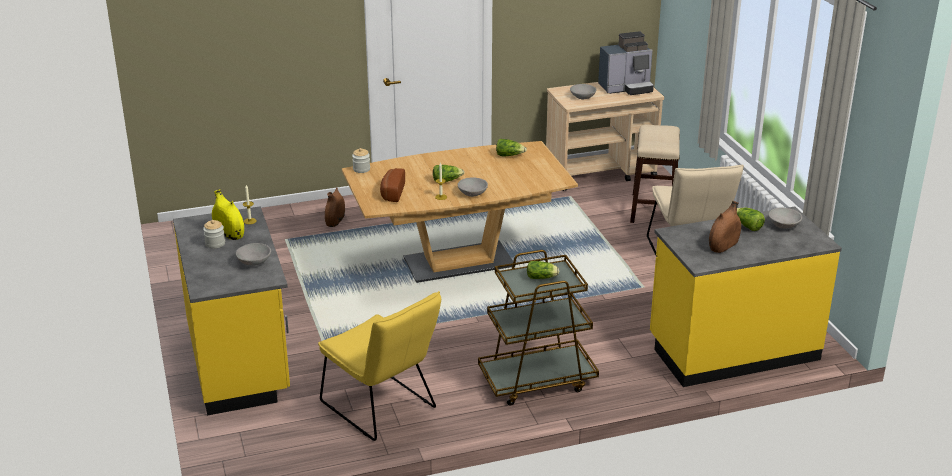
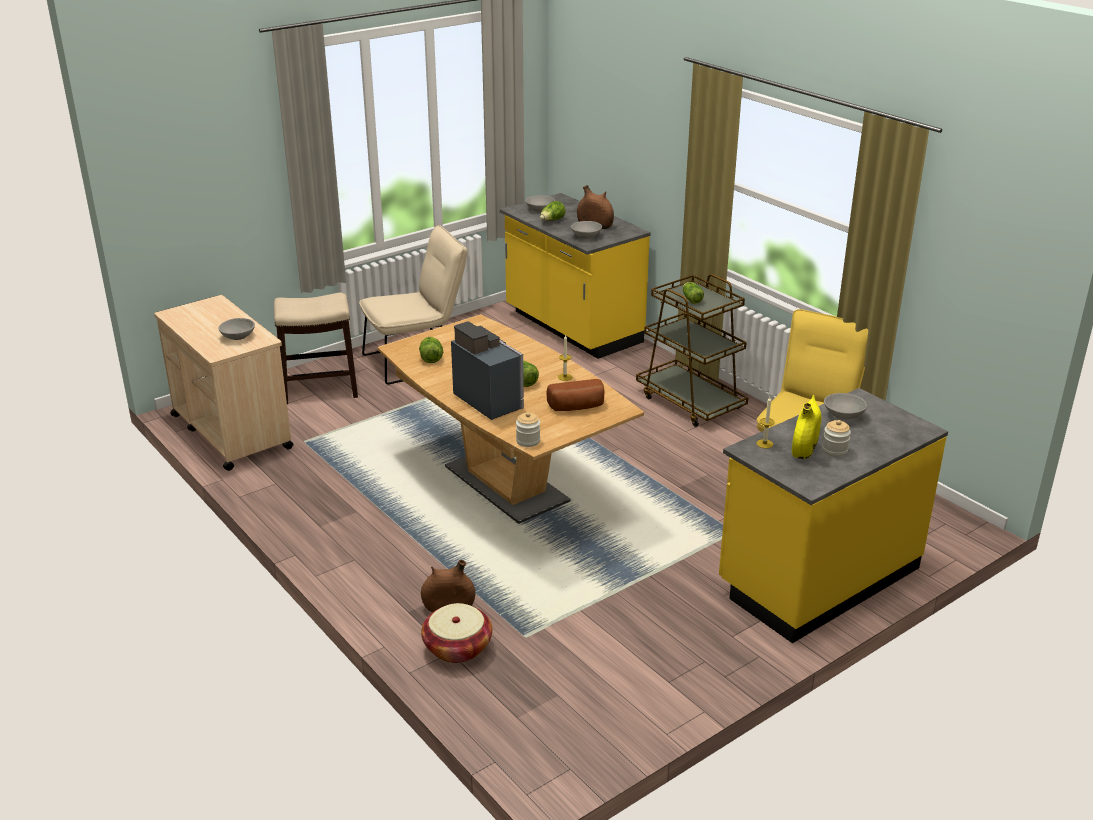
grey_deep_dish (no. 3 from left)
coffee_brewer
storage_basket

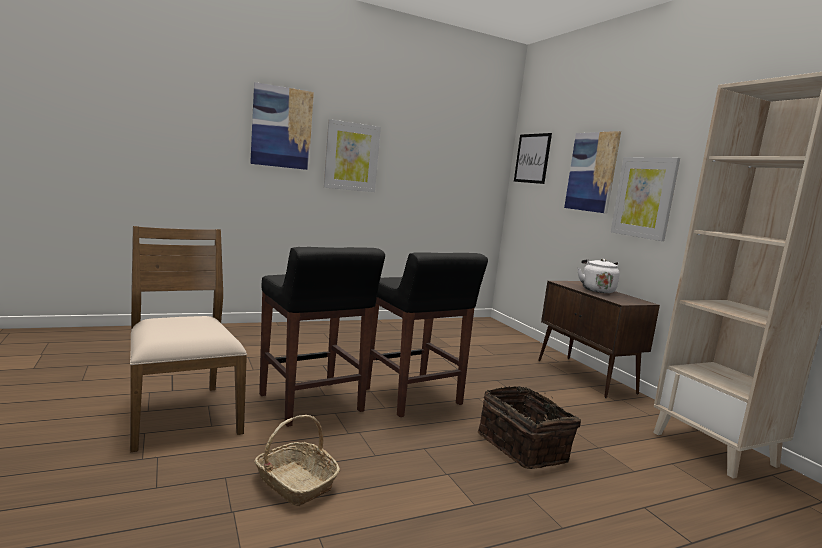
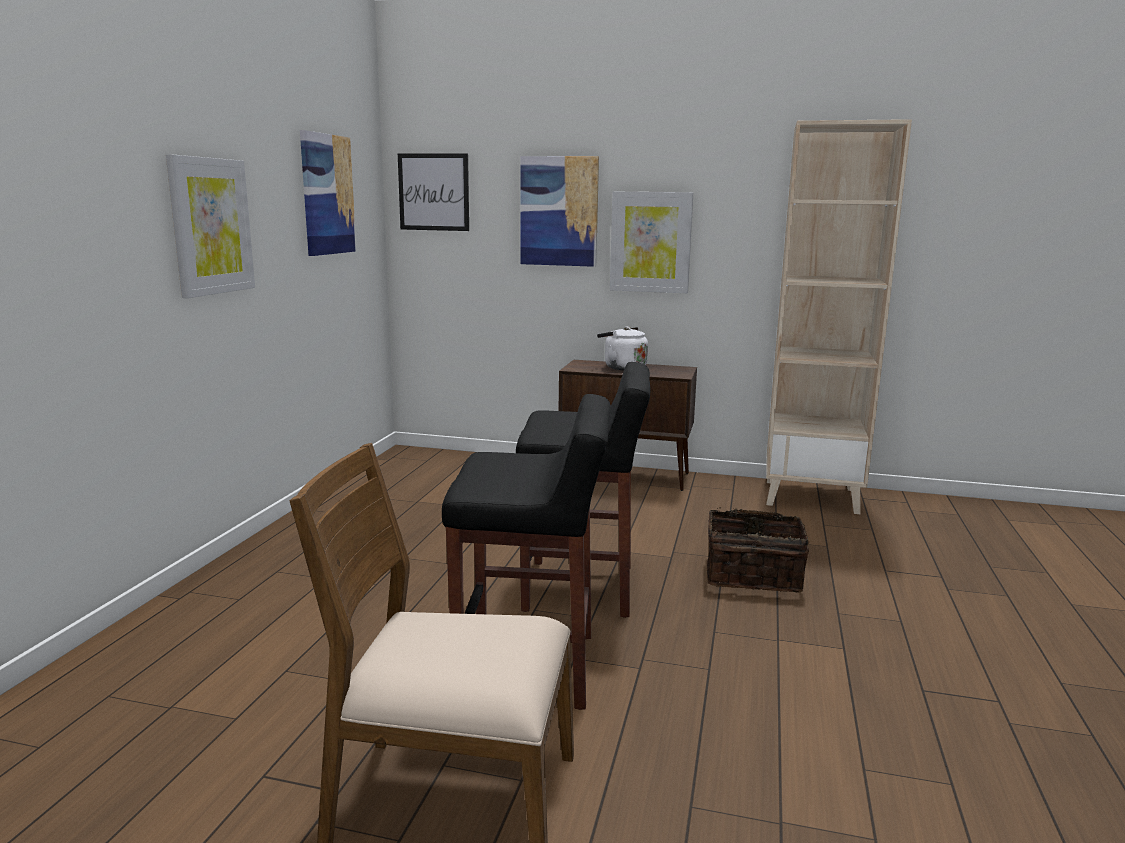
wall_picture (no. 2 from left)
storage_basket (no. 1 from left in the first image)

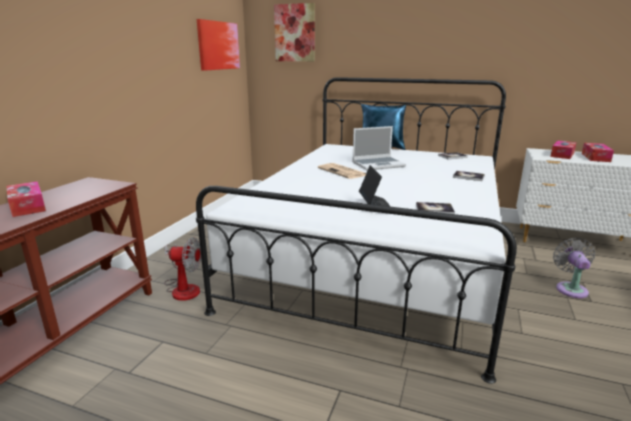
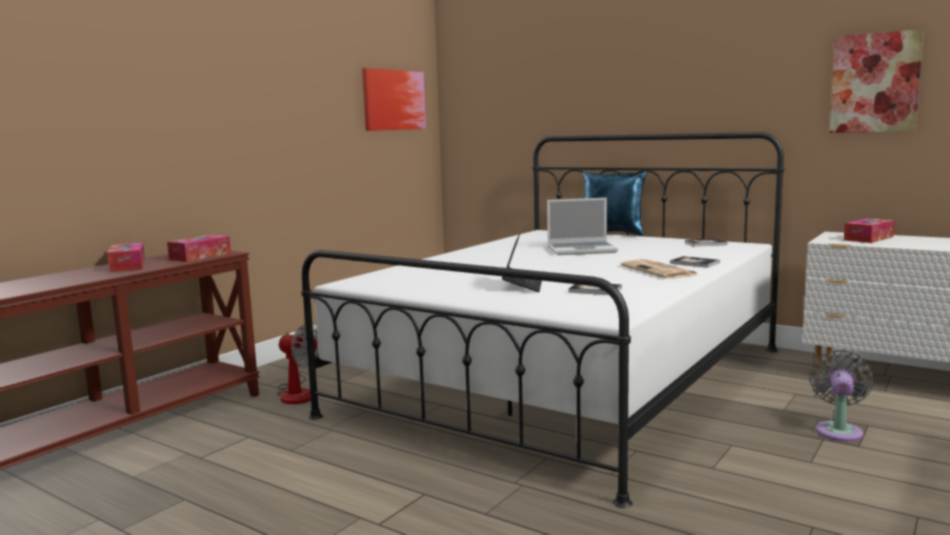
wall_picture (no. 2 from left)
printed_paper
tissue_holder (no. 2 from left)

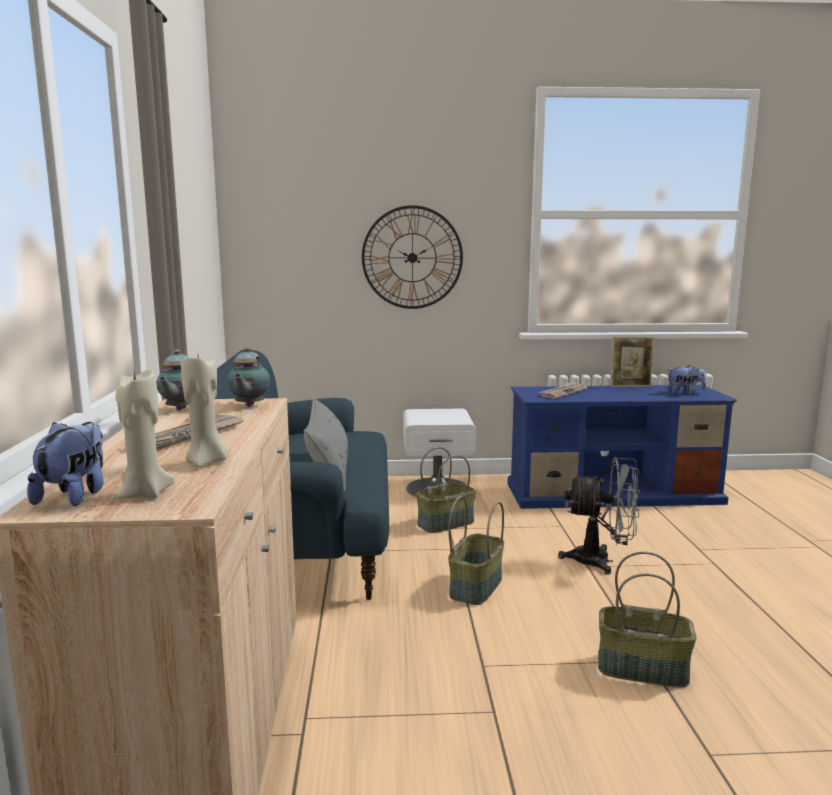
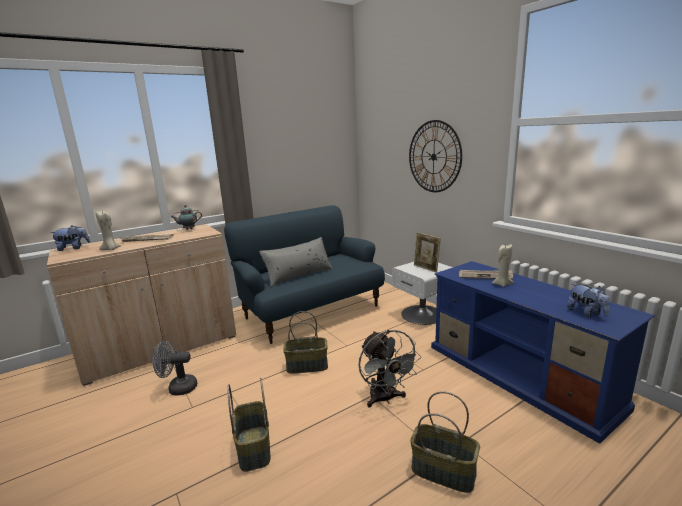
beige_wax_candle (no. 2 from left)
pot_for_tea (no. 2 from left in the first image)
storage_basket (no. 3 from left)
standing_frame
grey_fan (no. 1 from left)

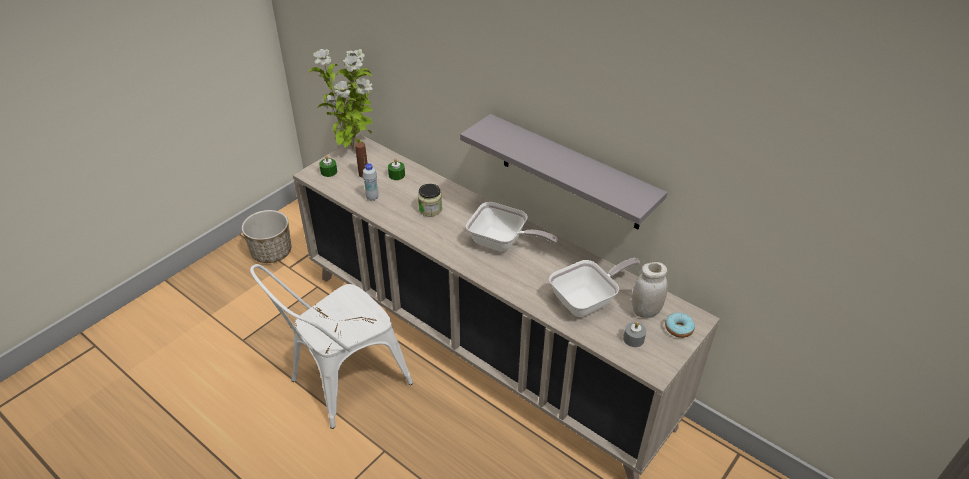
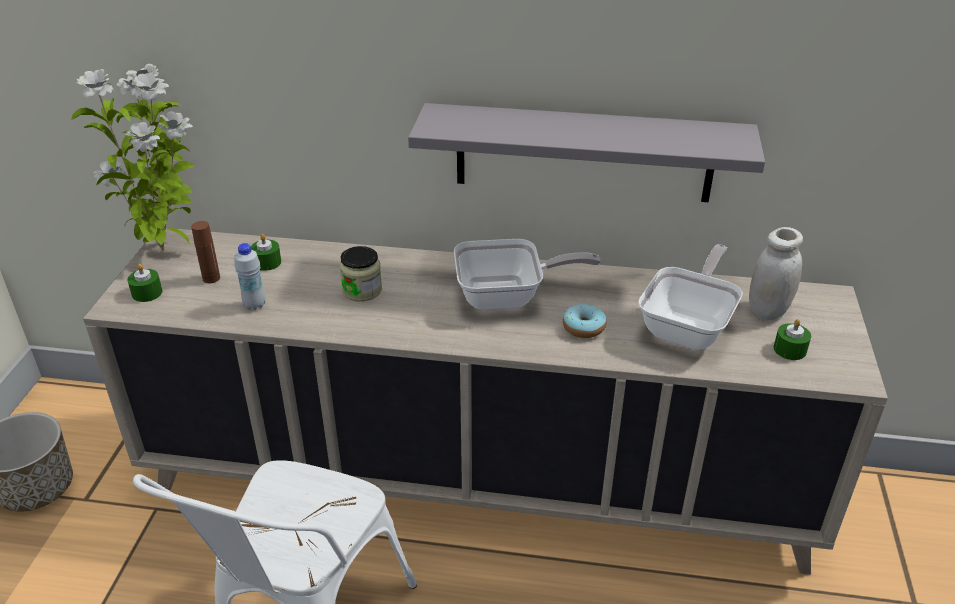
green-coloured_wax_candle (no. 3 from left)
donut

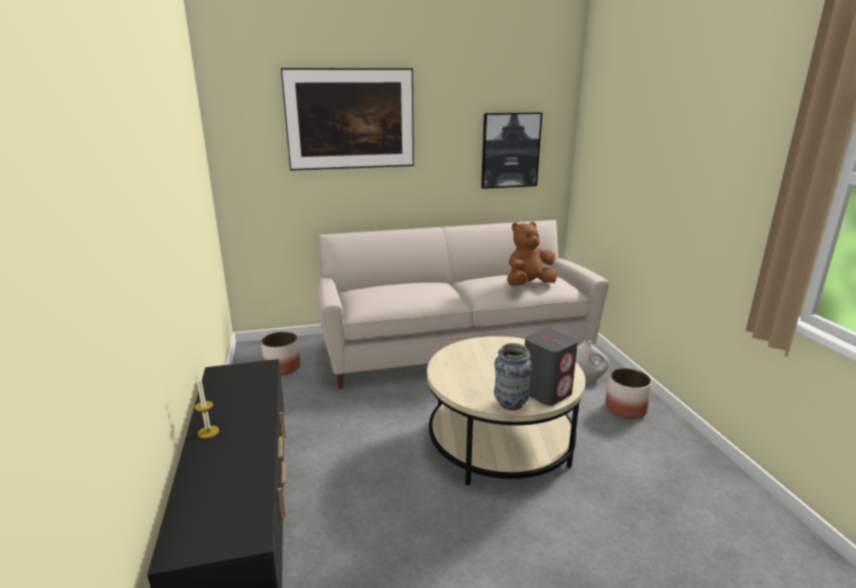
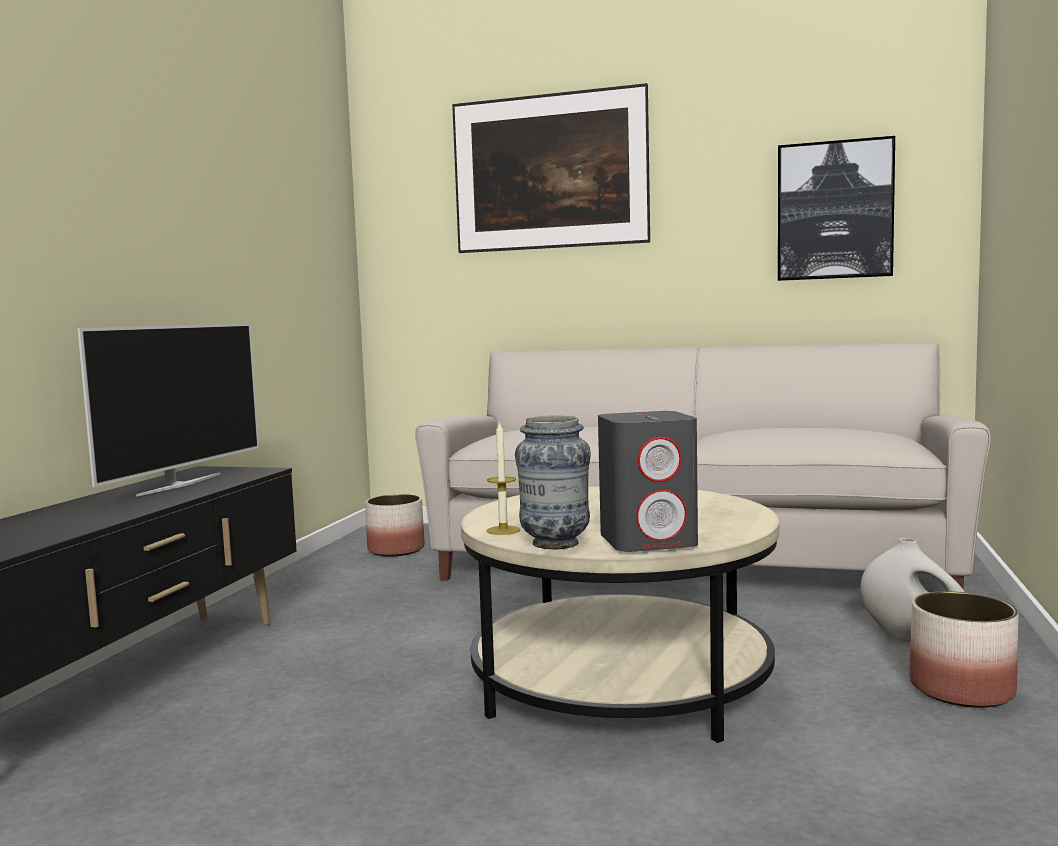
wax_candle
brownish_plush_toy
television

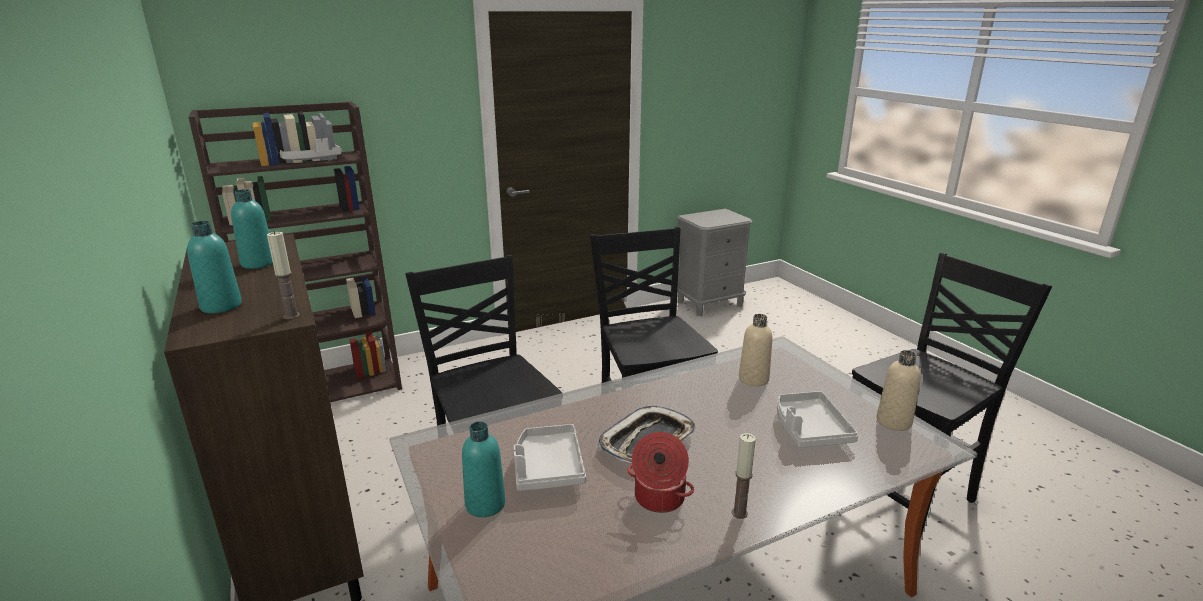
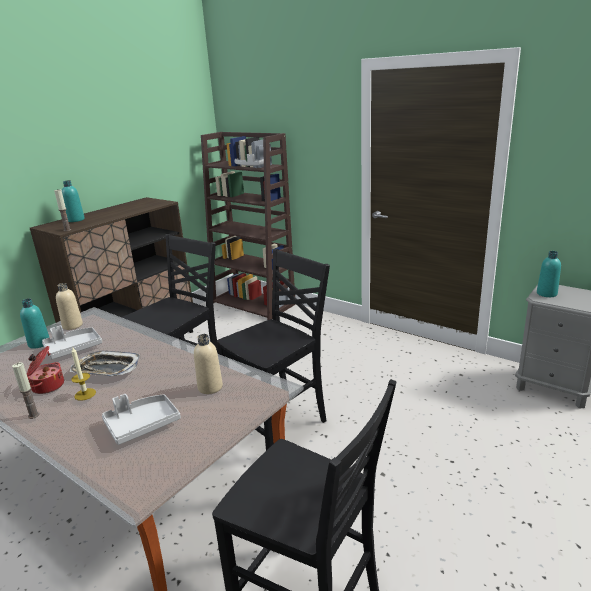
blue-green_drink_bottle (no. 3 from left)
beige_drink_bottle (no. 1 from left)
wax_candle (no. 3 from left)

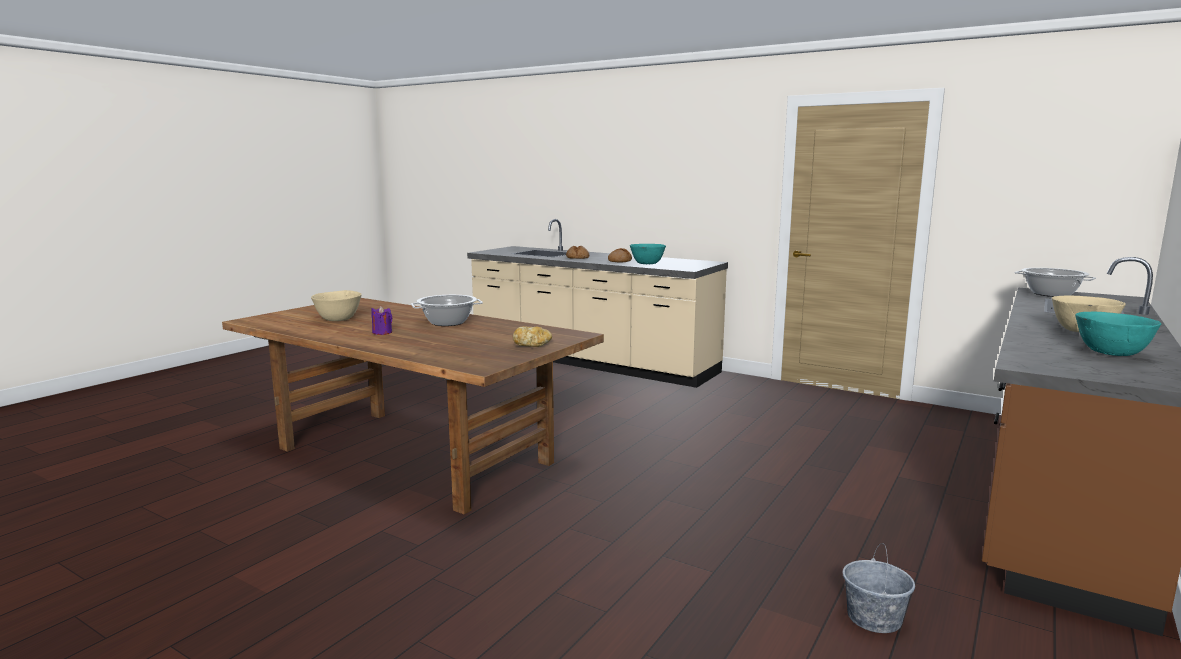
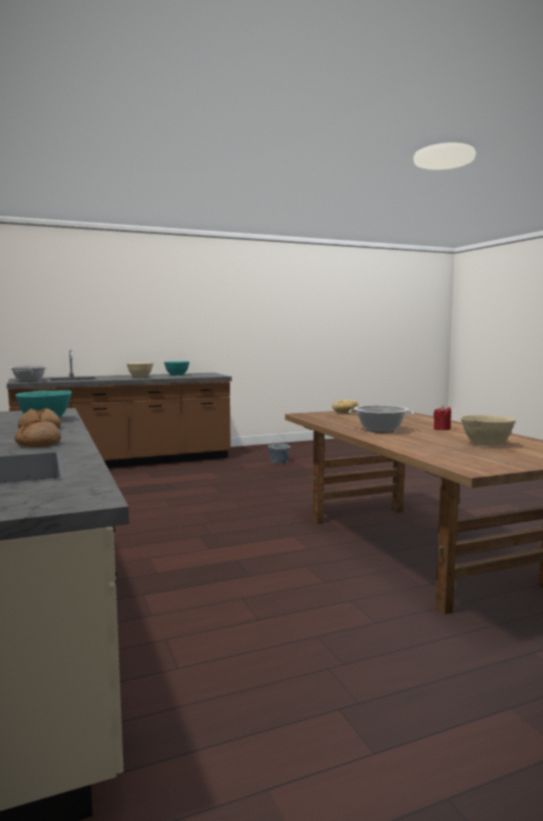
red-coloured_wax_candle

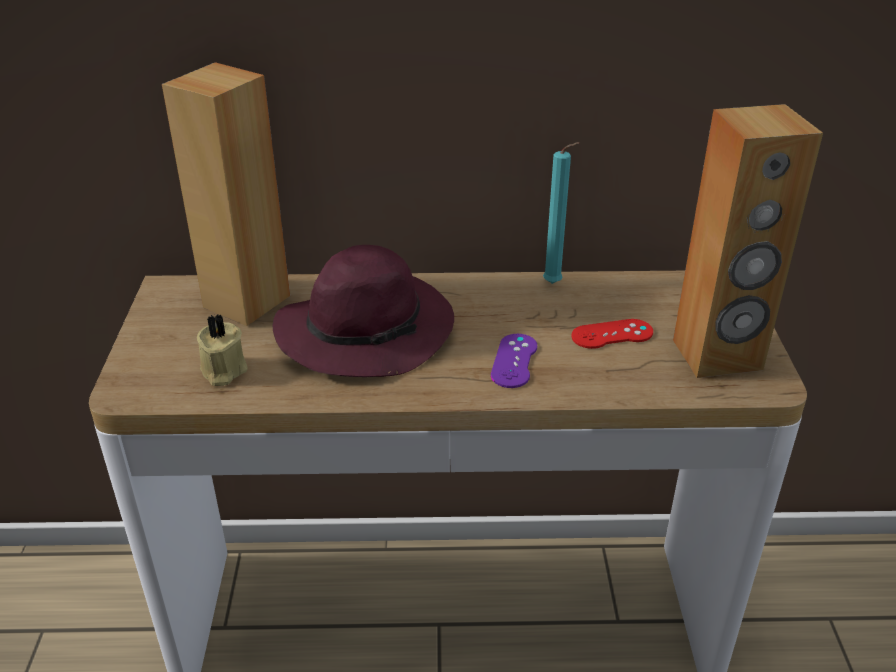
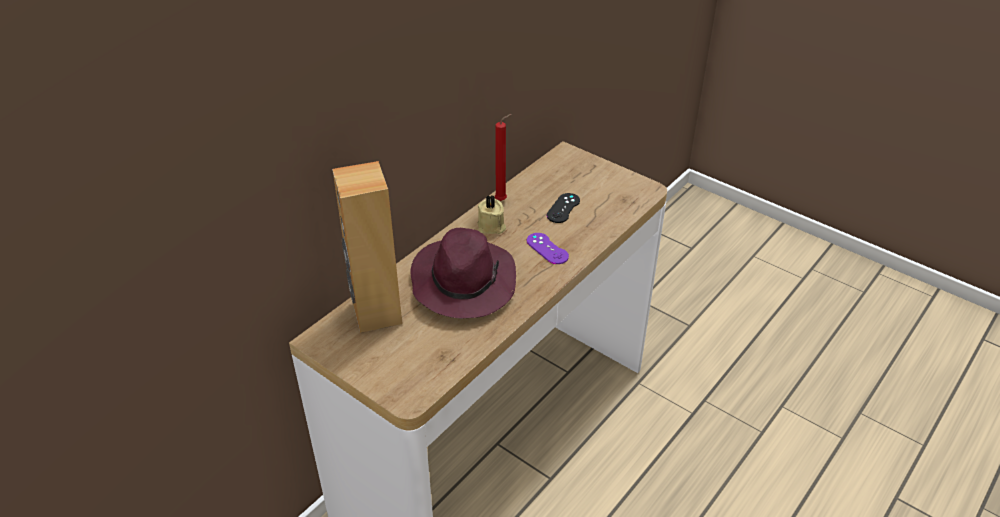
beige_wax_candle
red-coloured_wax_candle
black-coloured_gamepad
brownish_loudspeaker (no. 2 from left in the first image)

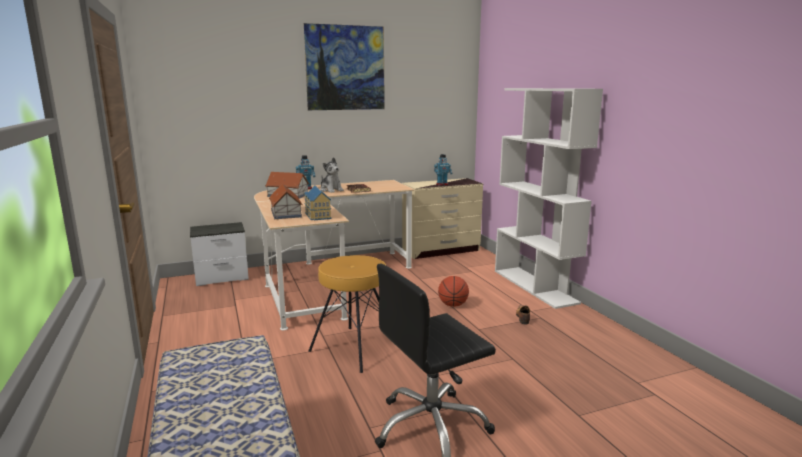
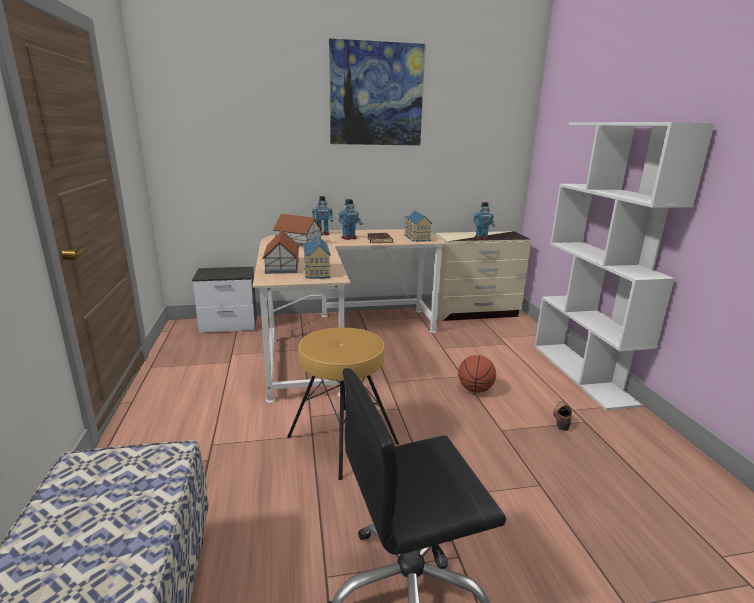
toy_robot (no. 2 from left)
toy_house (no. 4 from left)

